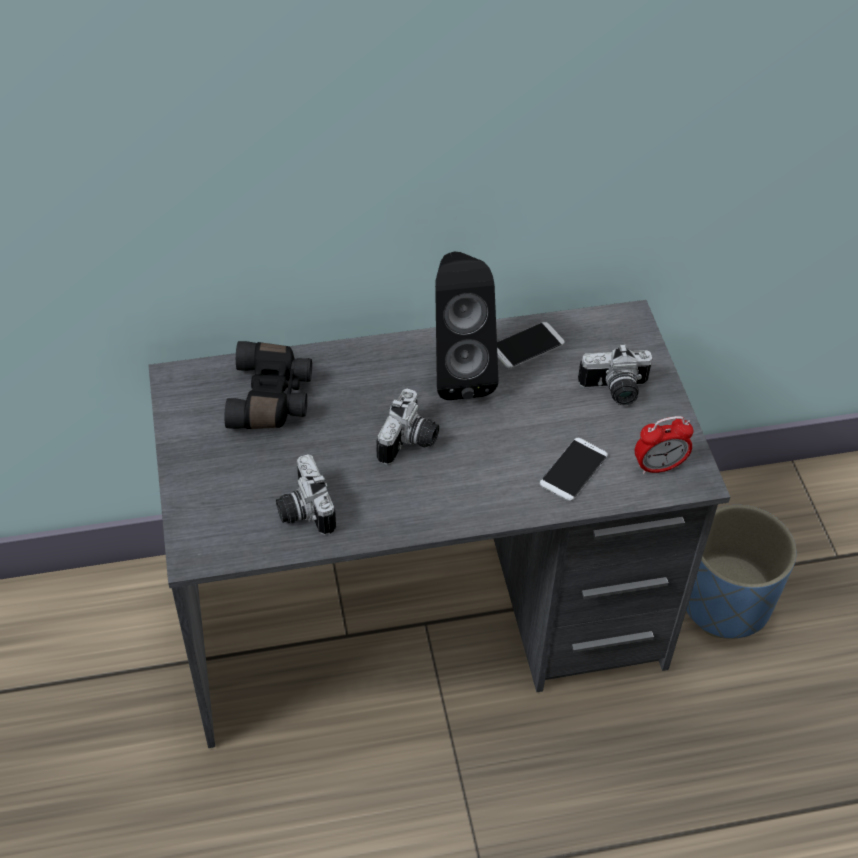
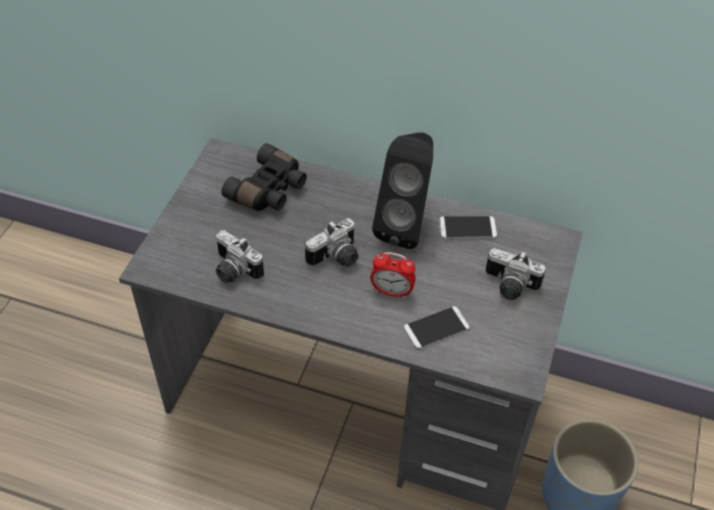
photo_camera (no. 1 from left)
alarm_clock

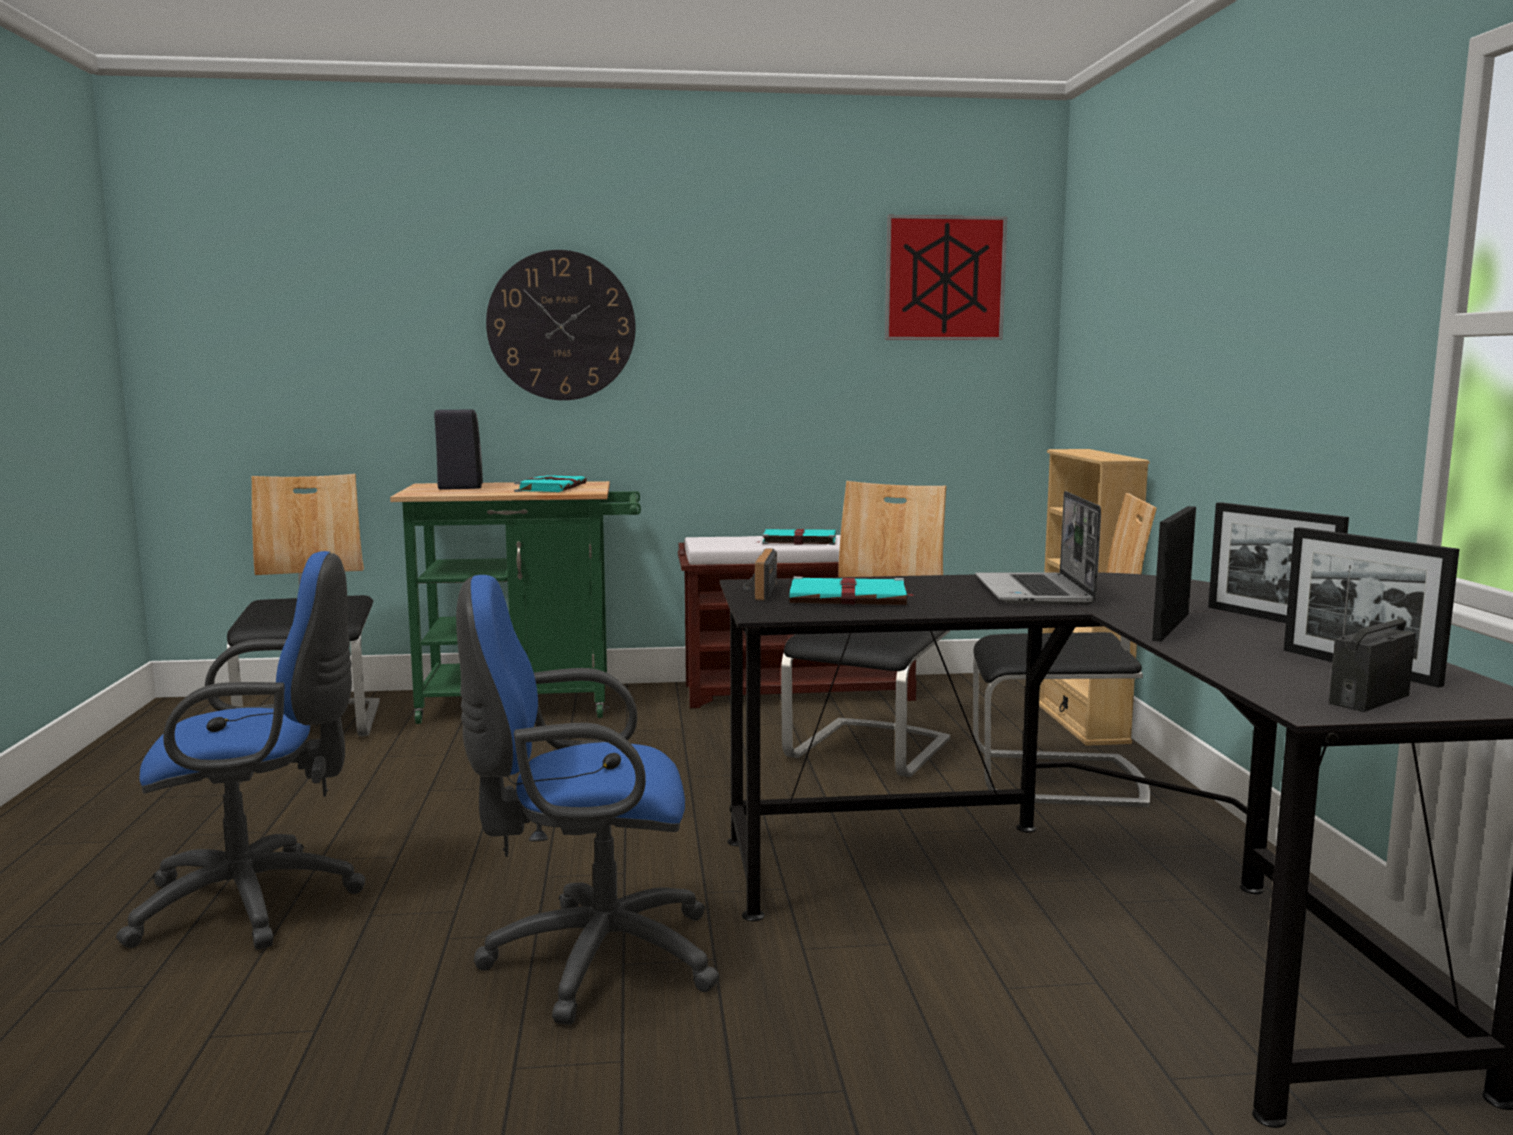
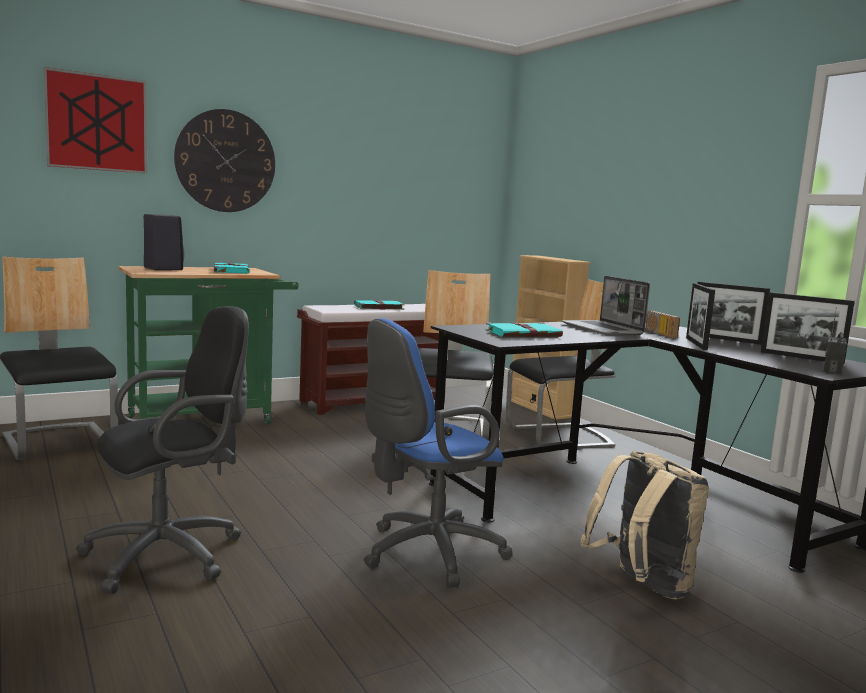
black-coloured_office_chair
radio_receiver (no. 1 from left)
wall_picture
beige_knapsack

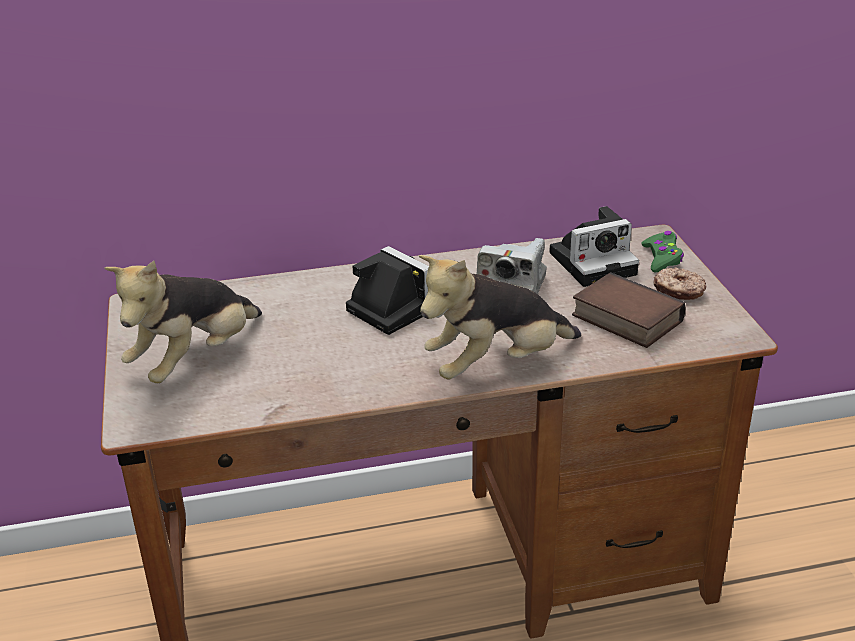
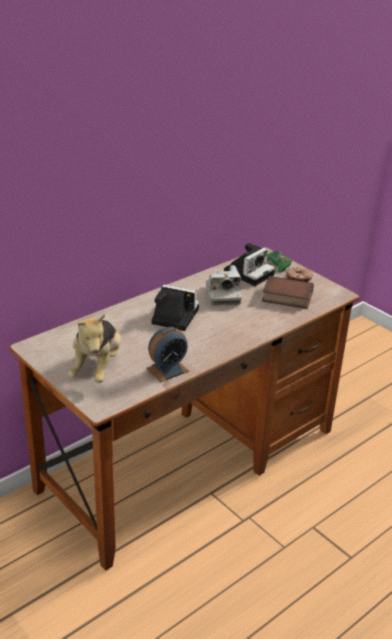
plush_toy (no. 2 from left in the first image)
alarm_clock

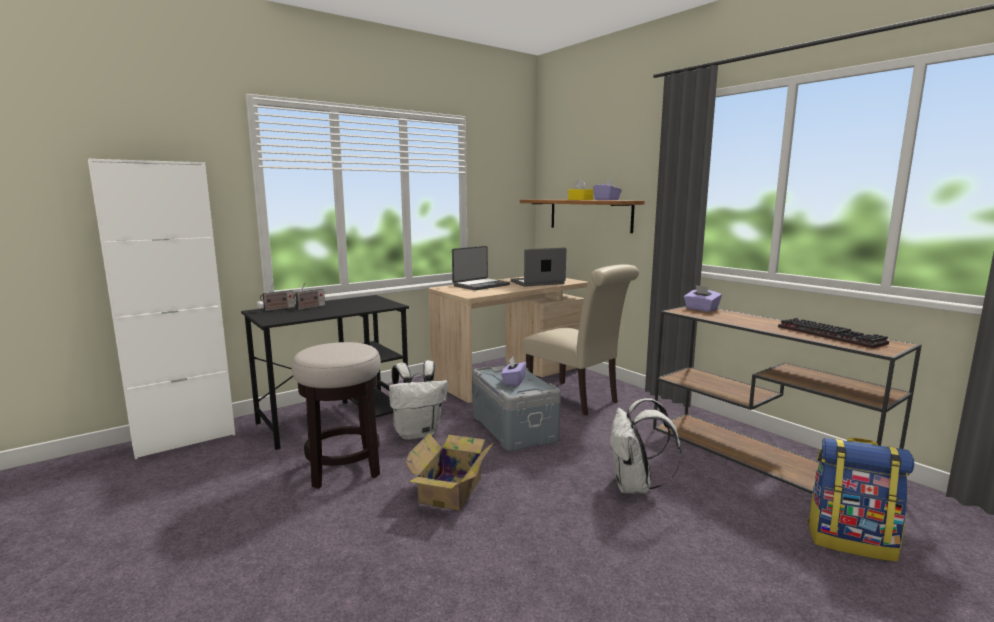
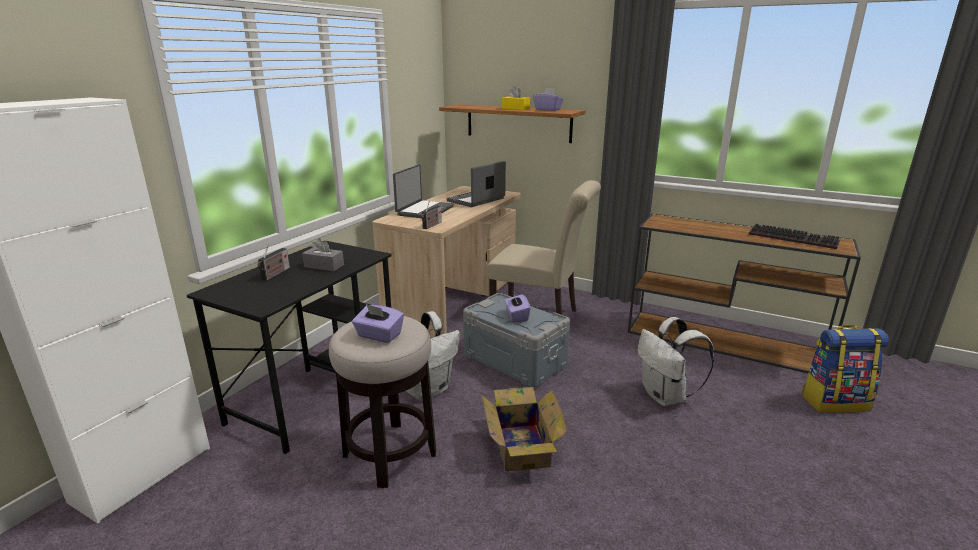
radio_receiver (no. 2 from left)
purplish_tissue_holder (no. 1 from left)
grey_tissue_holder

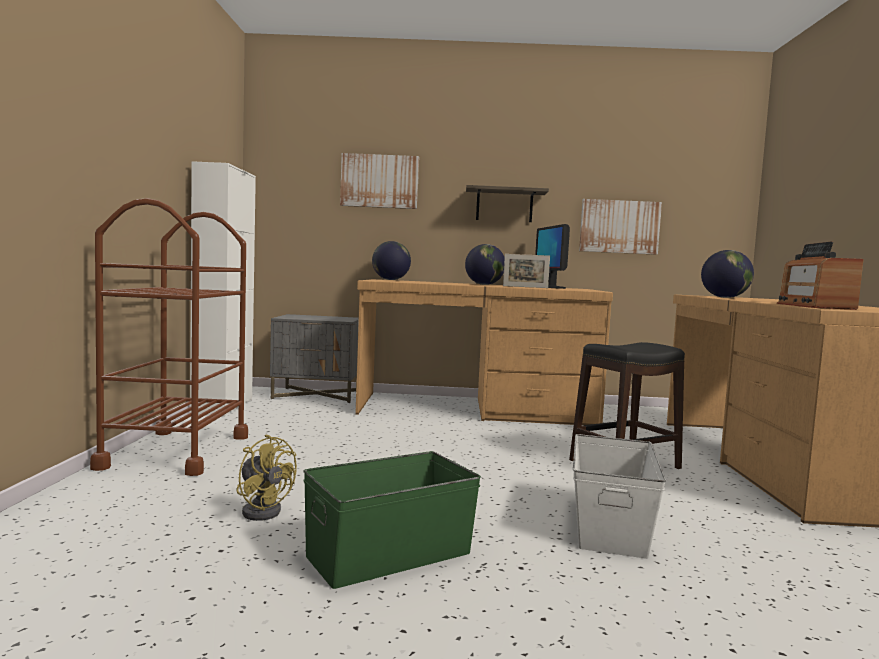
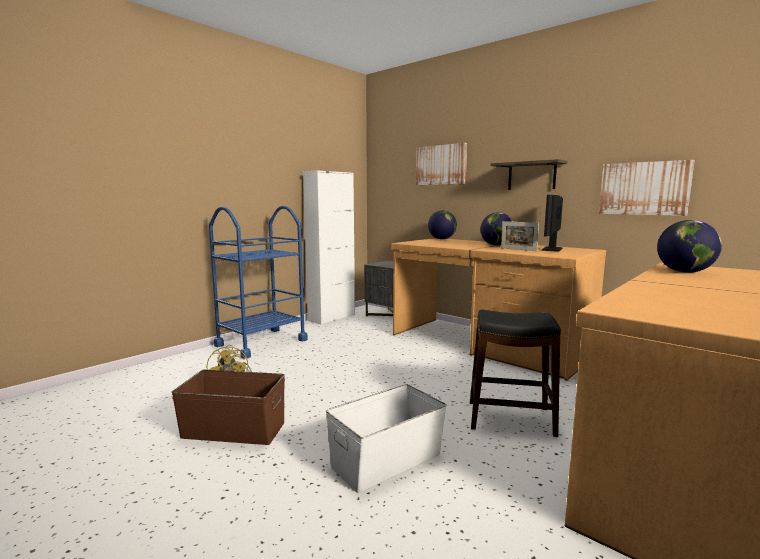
bluish_trolley
brownish_storage_bin
radio_receiver

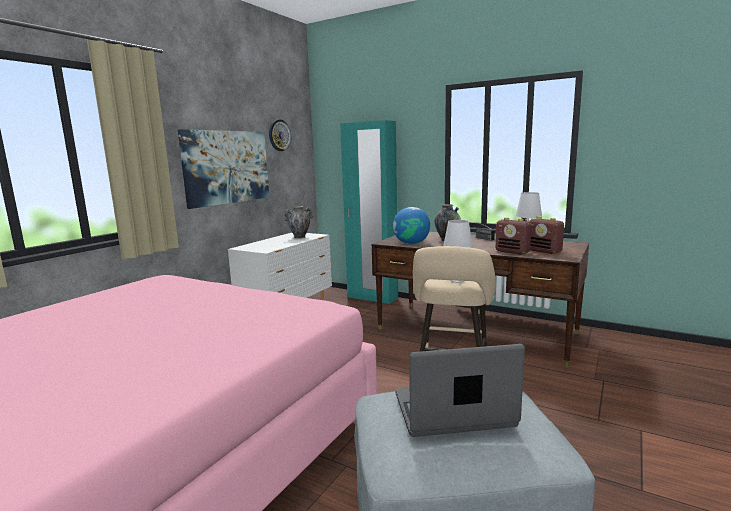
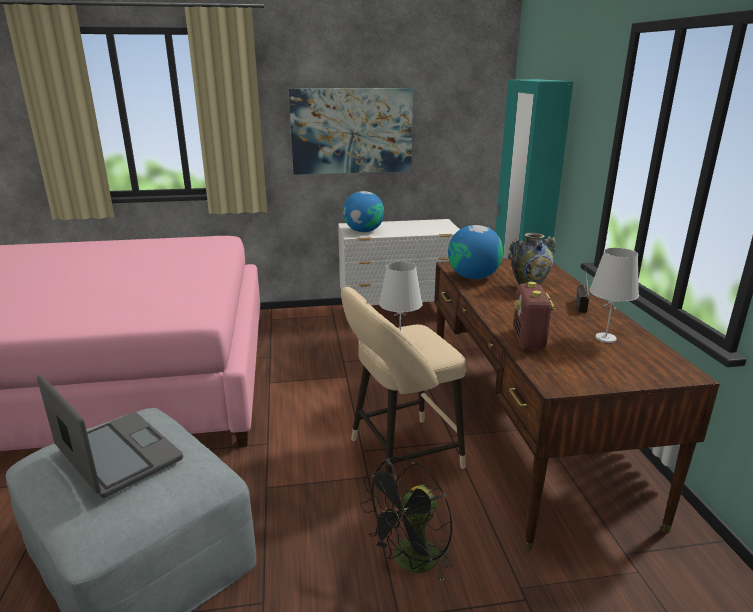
hanging_clock
decorative_vase (no. 1 from left in the first image)
radio_receiver (no. 3 from left in the first image)
desk_globe (no. 1 from left)
black-coloured_fan

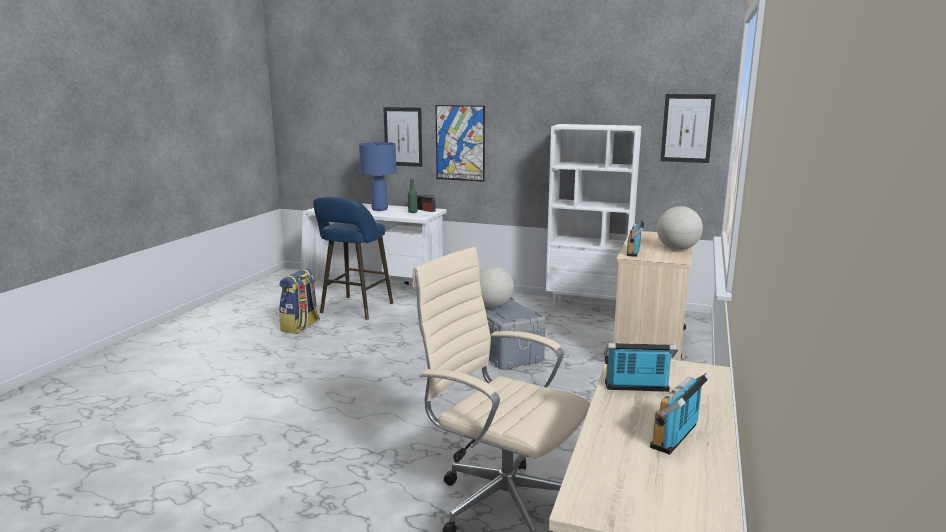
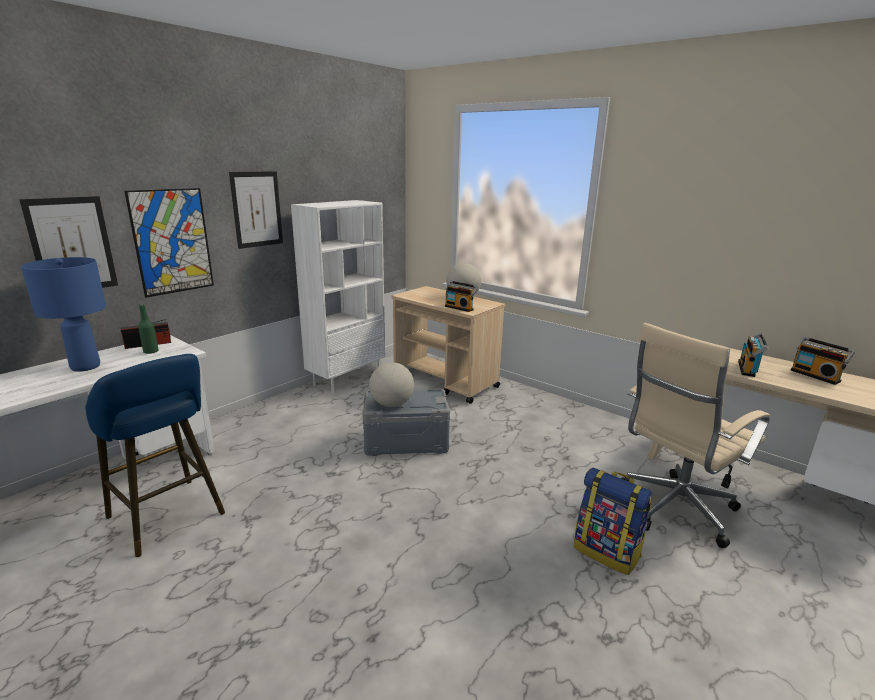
knapsack
wall_picture (no. 3 from left)

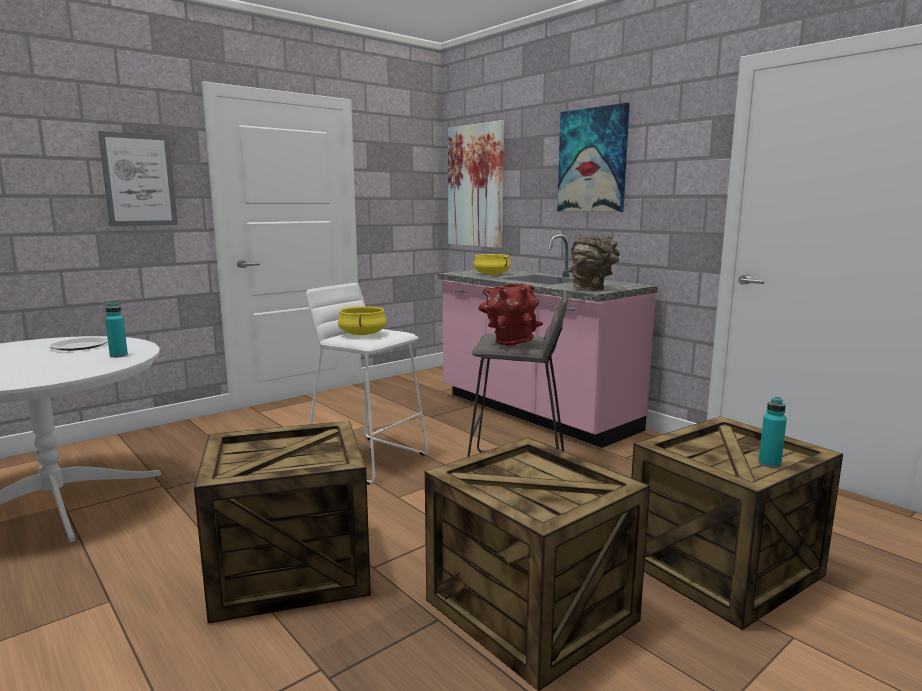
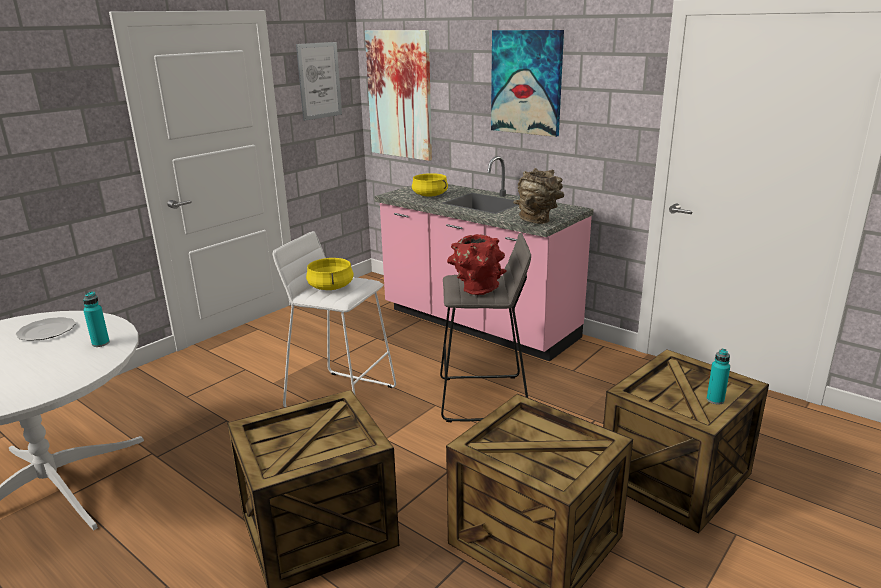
wall_picture (no. 1 from left)

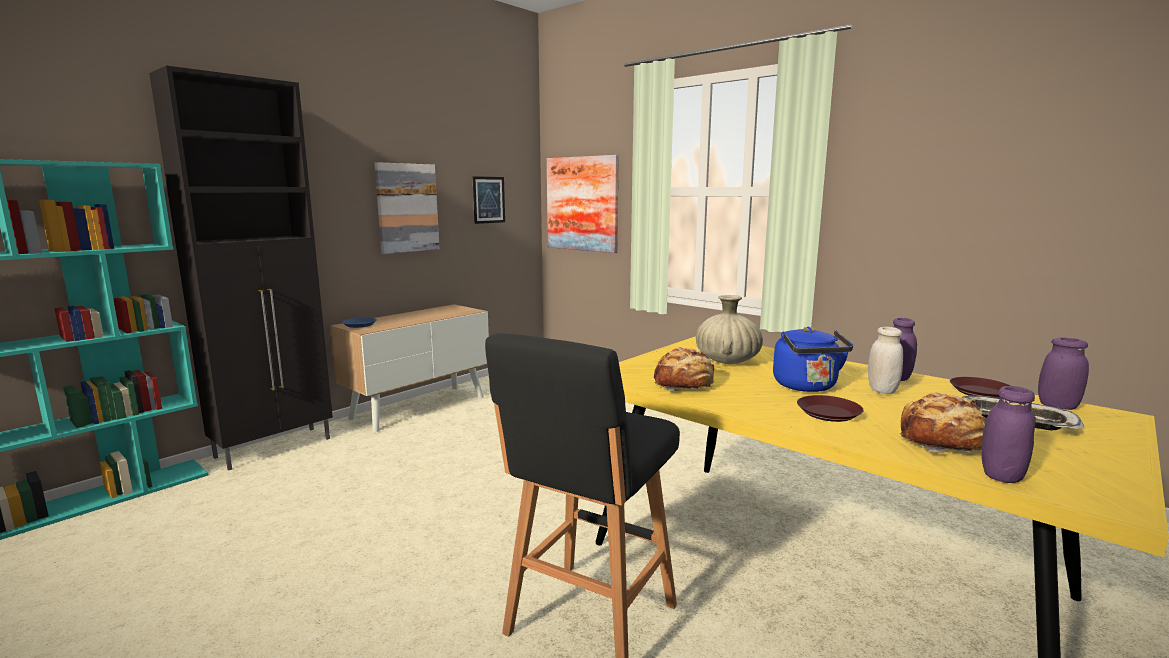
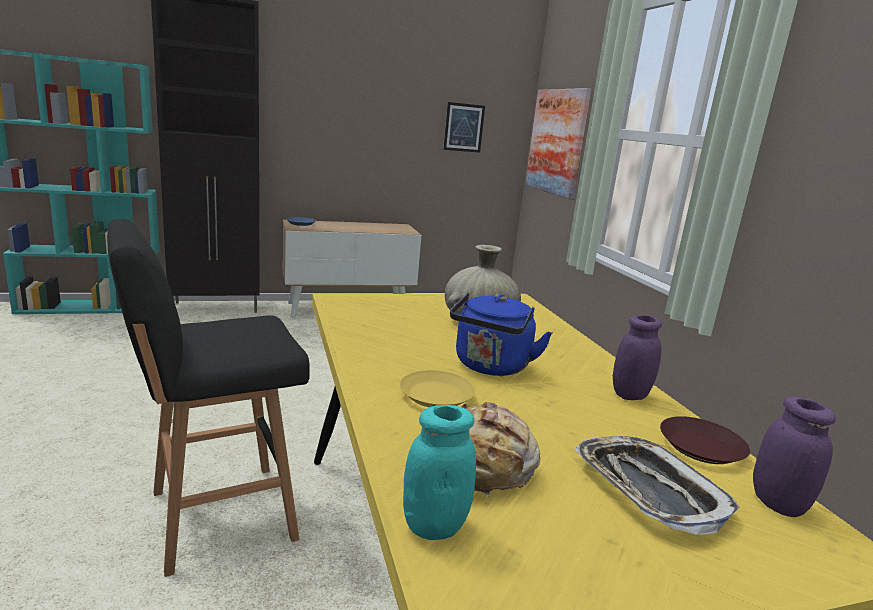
wall_picture (no. 1 from left in the first image)
bread (no. 1 from left in the first image)
yellowish_plate
whitish_storage_jar
blue-green_storage_jar

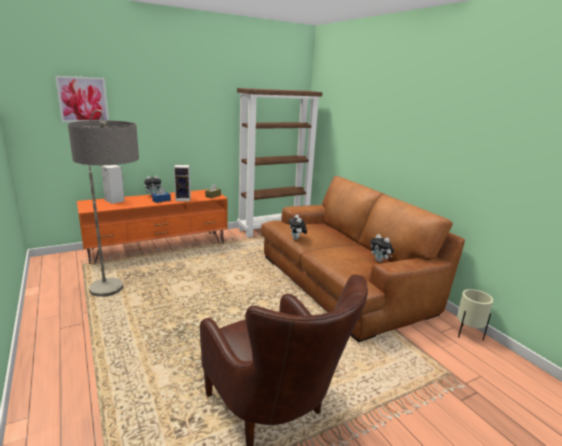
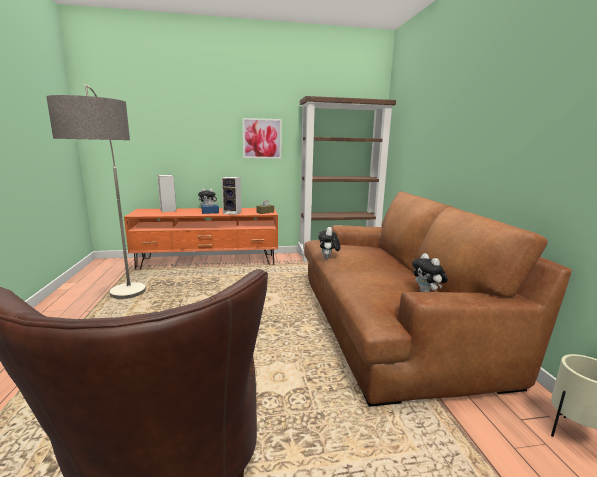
wall_picture

